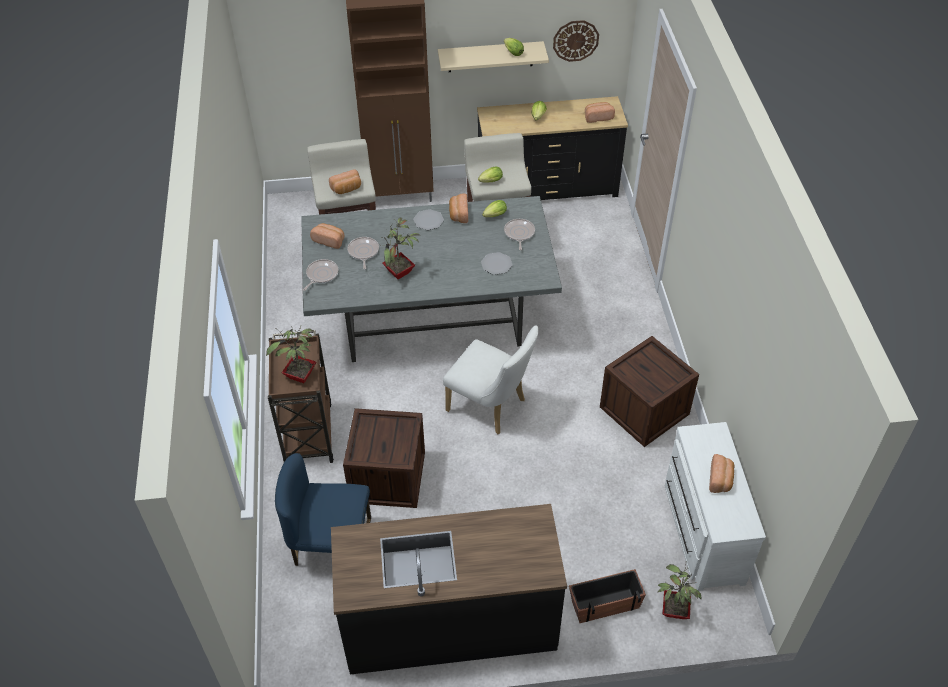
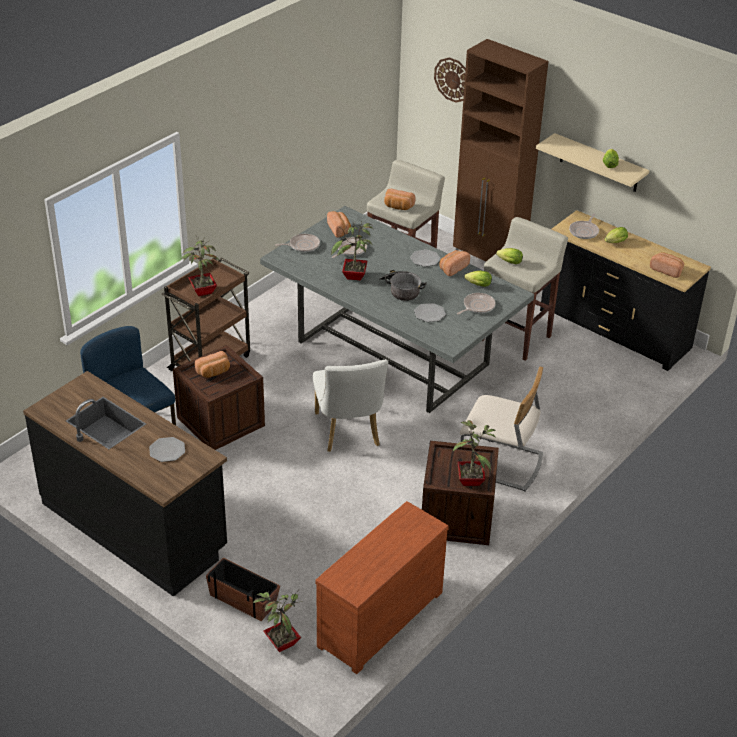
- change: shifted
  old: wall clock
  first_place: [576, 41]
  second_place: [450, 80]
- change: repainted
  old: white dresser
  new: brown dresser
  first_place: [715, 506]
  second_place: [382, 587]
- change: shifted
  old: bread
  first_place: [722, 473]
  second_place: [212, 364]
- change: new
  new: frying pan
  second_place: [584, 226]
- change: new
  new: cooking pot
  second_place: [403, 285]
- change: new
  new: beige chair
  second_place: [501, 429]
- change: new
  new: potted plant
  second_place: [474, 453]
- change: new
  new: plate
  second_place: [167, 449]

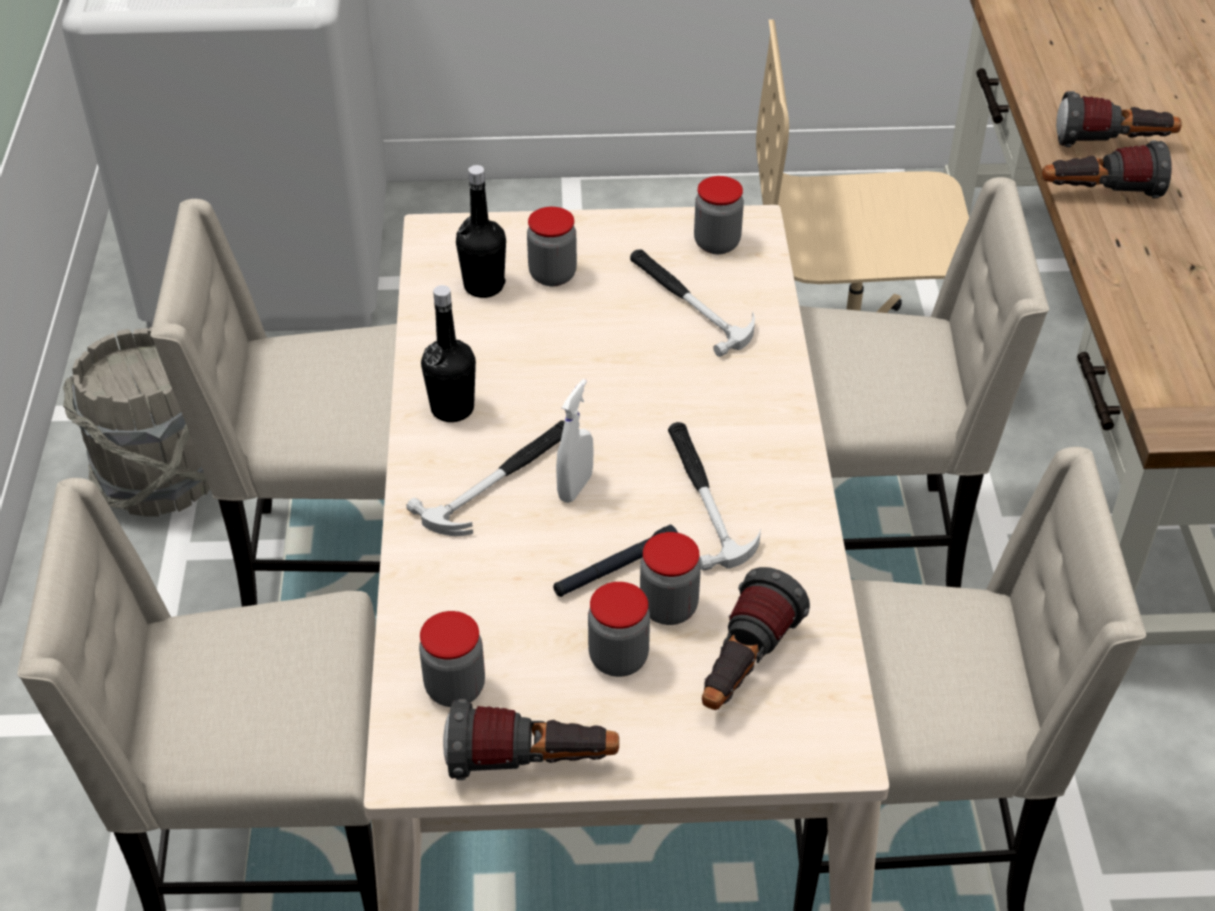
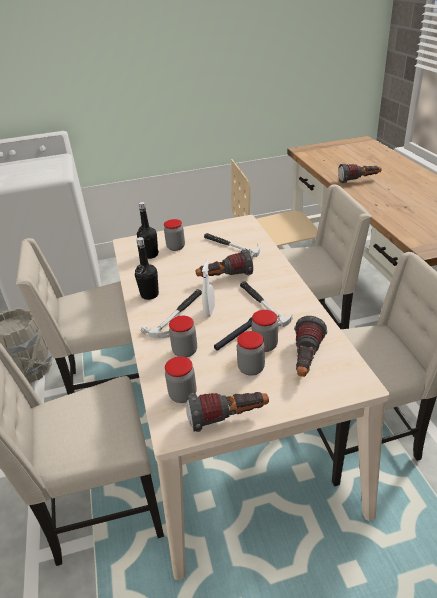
- change: shifted
  old: flashlight
  first_place: [1107, 169]
  second_place: [224, 263]
- change: shifted
  old: jar
  first_place: [719, 215]
  second_place: [183, 337]

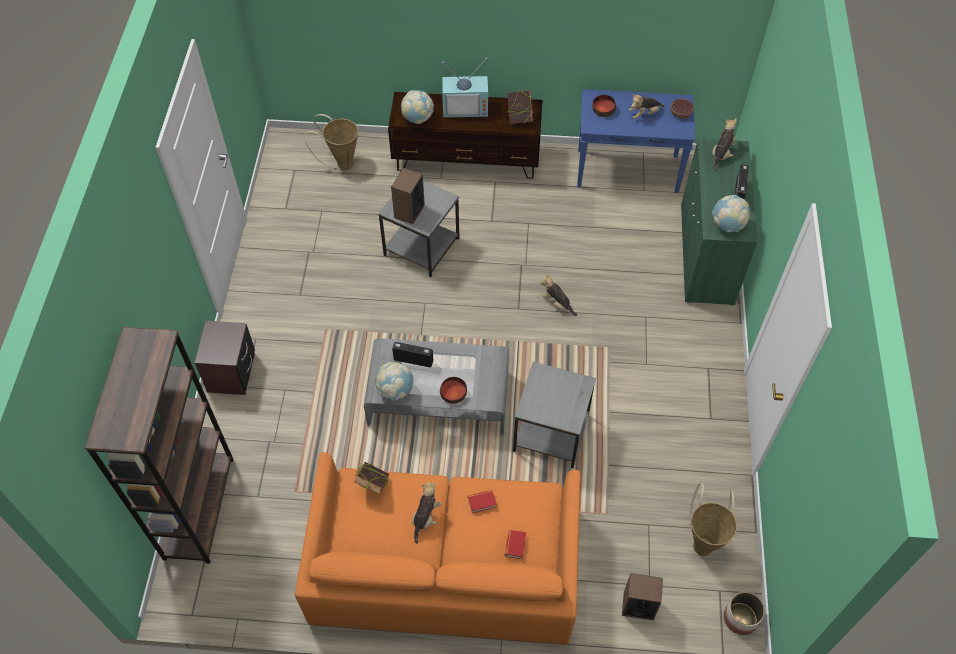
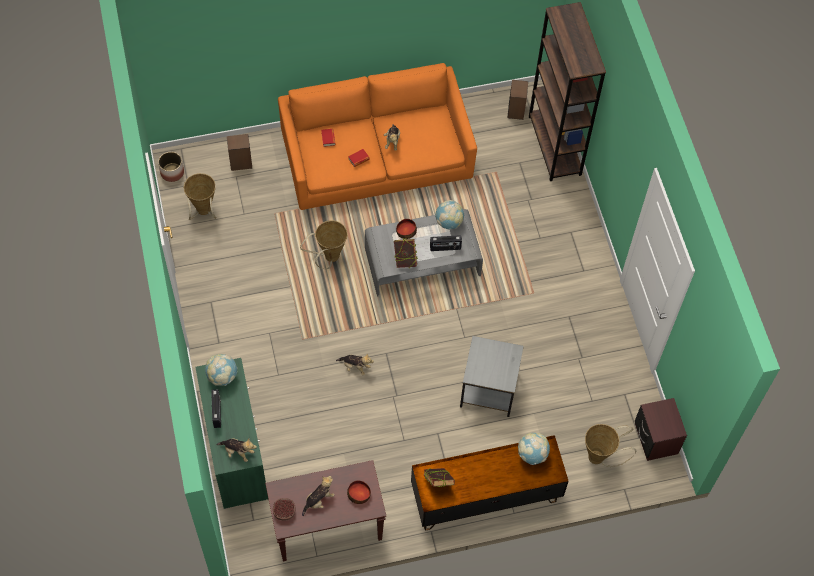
- change: gone
  old: television
  first_place: [465, 87]
- change: repainted
  old: blue console table
  new: brown console table
  first_place: [636, 141]
  second_place: [325, 510]
- change: rotated
  old: plush toy
  first_place: [724, 144]
  second_place: [237, 450]
  degrees: -75
- change: shifted
  old: speaker
  first_place: [408, 196]
  second_place: [517, 100]
- change: shifted
  old: brown nightstand
  first_place: [225, 358]
  second_place: [661, 429]
- change: swapped
  old: grey side table
  new: basket
  first_place: [554, 415]
  second_place: [324, 244]
- change: shifted
  old: book
  first_place: [371, 478]
  second_place: [405, 253]

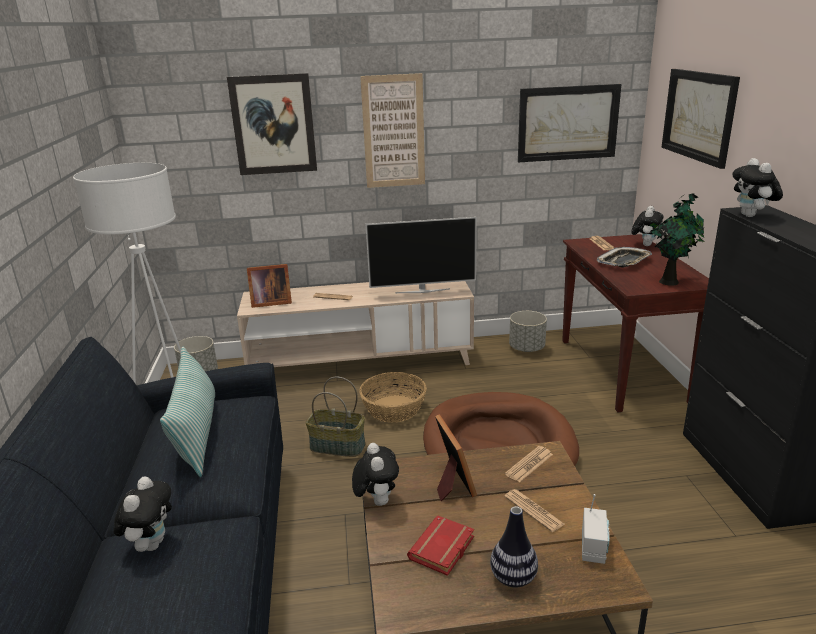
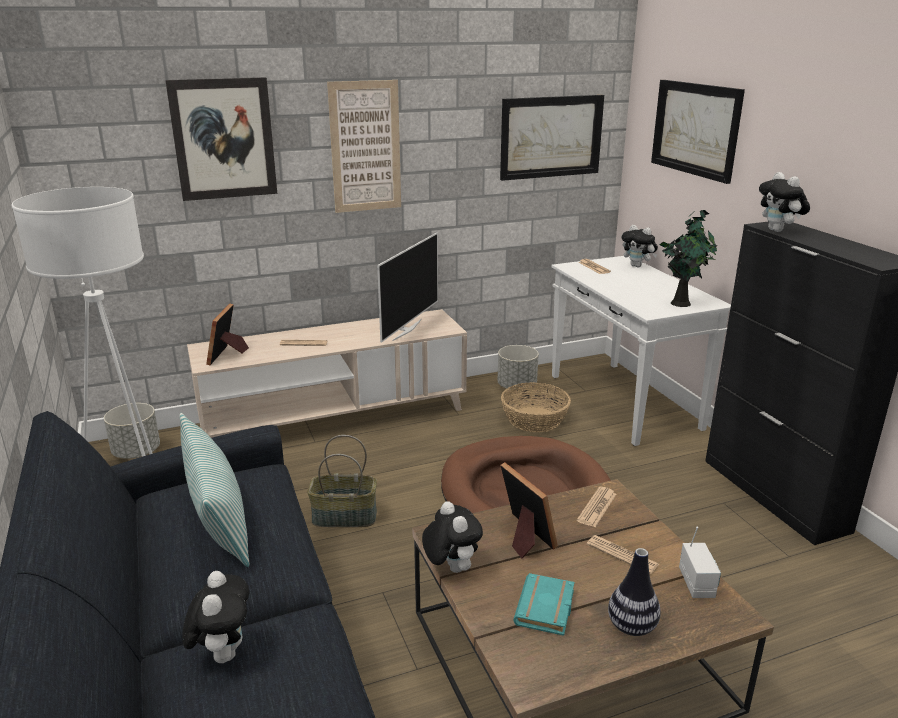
- change: rotated
  old: plush toy
  first_place: [647, 226]
  second_place: [640, 246]
  degrees: 120
- change: rotated
  old: television
  first_place: [421, 255]
  second_place: [407, 287]
  degrees: -45
- change: repainted
  old: brown console table
  new: white console table
  first_place: [635, 323]
  second_place: [641, 351]
- change: gone
  old: tray
  first_place: [624, 257]
- change: rotated
  old: picture frame
  first_place: [269, 286]
  second_place: [227, 334]
  degrees: 120
- change: shifted
  old: basket
  first_place: [393, 397]
  second_place: [536, 407]
- change: repainted
  old: red book
  new: turquoise book
  first_place: [440, 545]
  second_place: [543, 604]

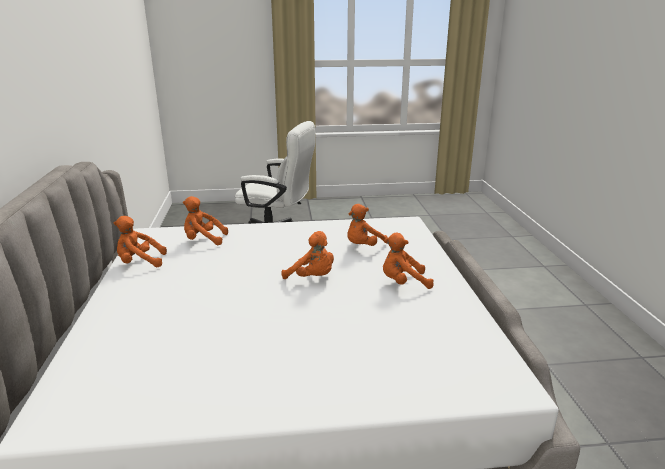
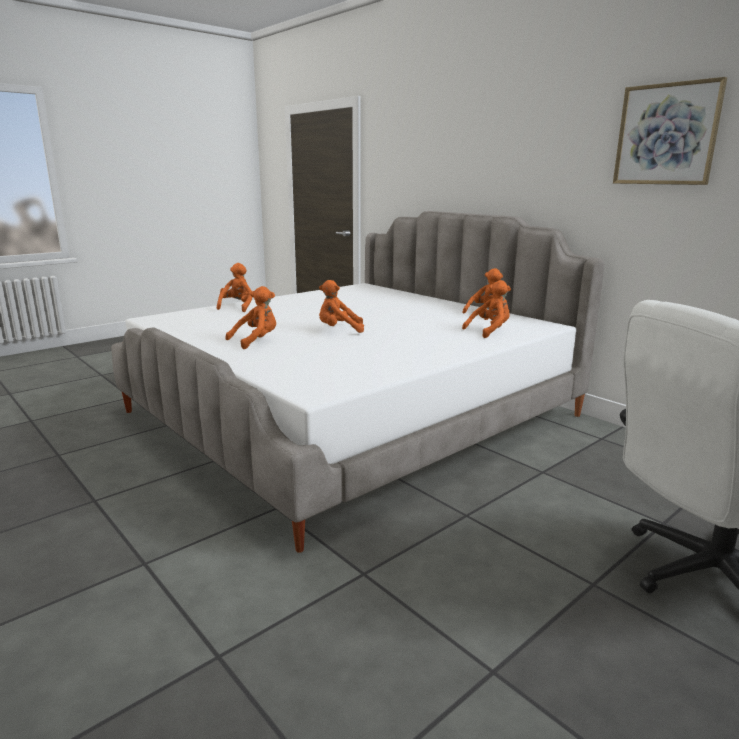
- change: shifted
  old: orange plush toy
  first_place: [367, 225]
  second_place: [234, 287]
- change: new
  new: picture
  second_place: [670, 131]

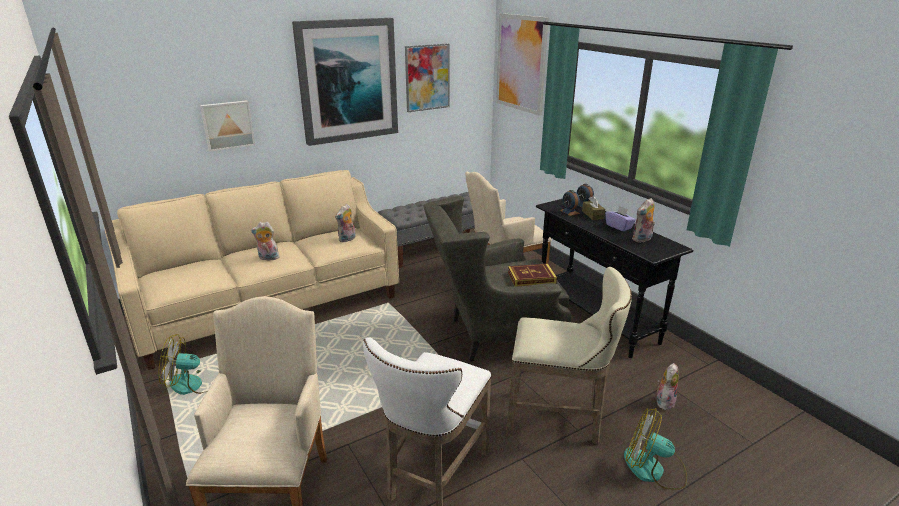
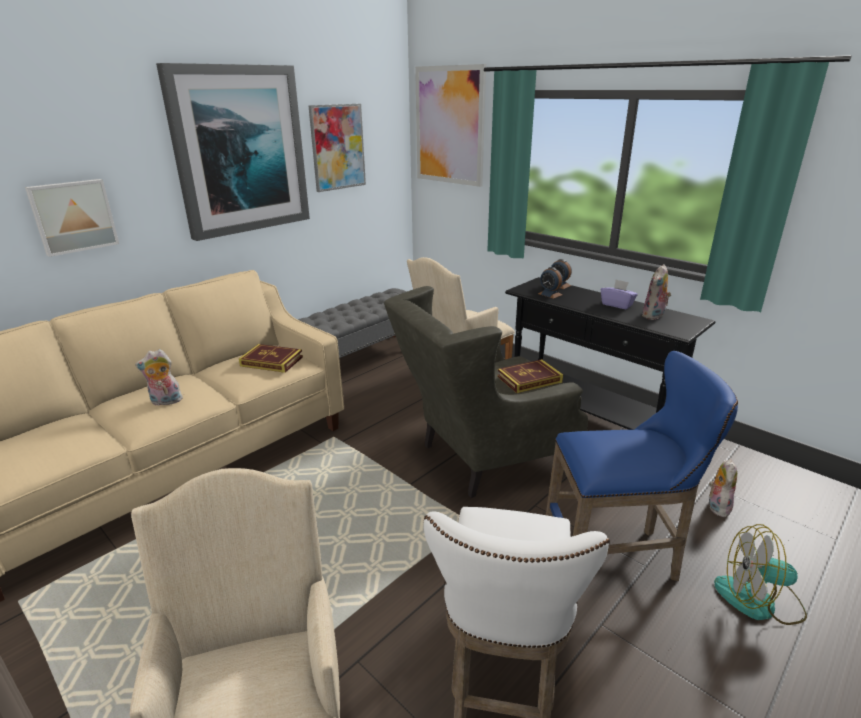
- change: gone
  old: brown tissue box
  first_place: [593, 208]
- change: swapped
  old: plush toy
  new: book
  first_place: [345, 223]
  second_place: [271, 358]
- change: repainted
  old: beige stool
  new: blue stool
  first_place: [569, 355]
  second_place: [642, 466]
- change: gone
  old: fan
  first_place: [188, 364]

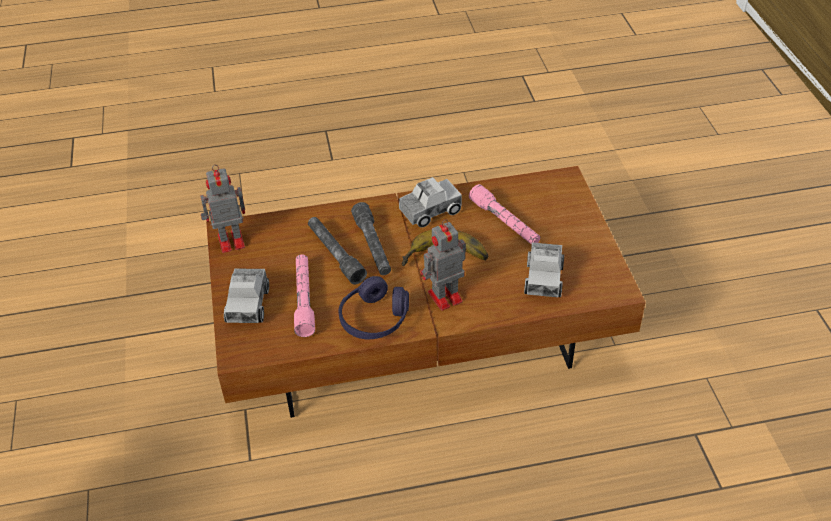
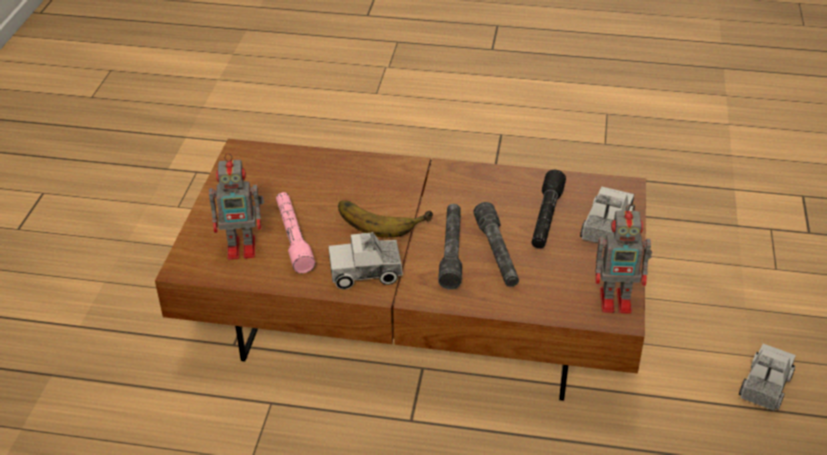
- change: shifted
  old: toy robot
  first_place: [443, 265]
  second_place: [236, 206]
- change: shifted
  old: toy truck
  first_place: [544, 269]
  second_place: [767, 377]
- change: repainted
  old: pink flashlight
  new: black flashlight
  first_place: [304, 296]
  second_place: [549, 209]
- change: gone
  old: purple headphones
  first_place: [374, 307]

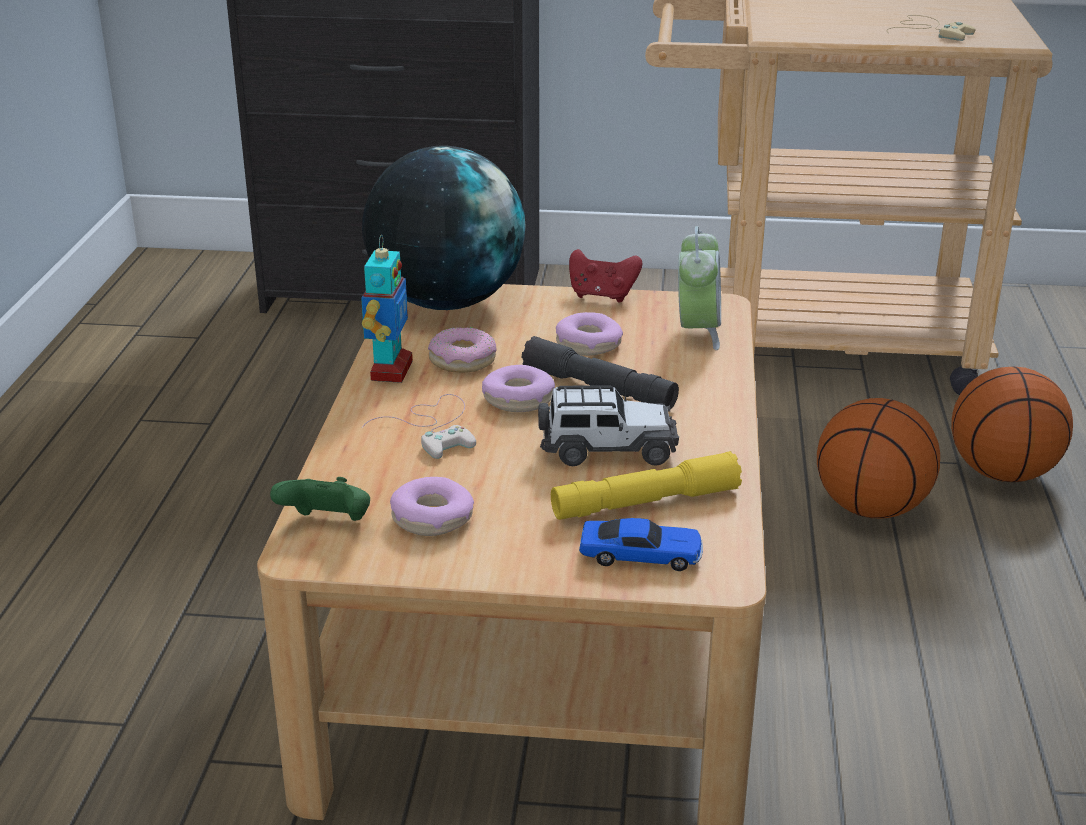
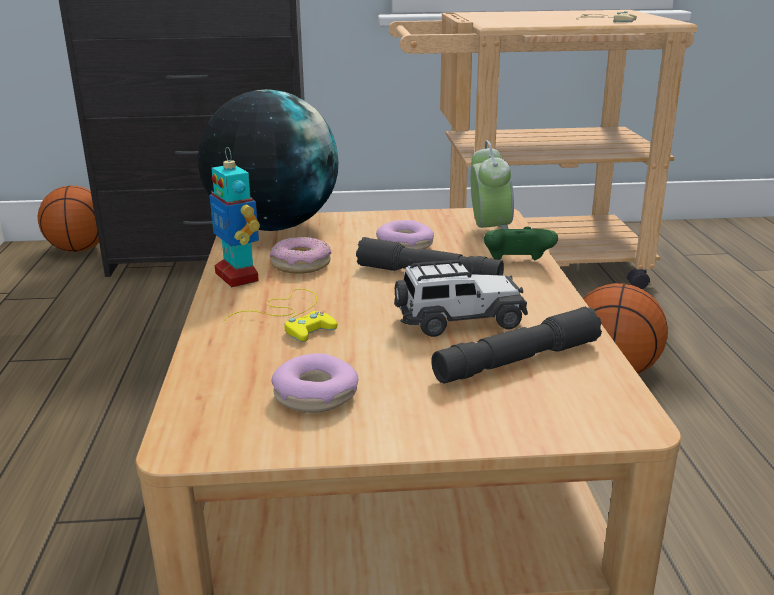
- change: rotated
  old: toy robot
  first_place: [387, 309]
  second_place: [235, 217]
  degrees: 150
- change: gone
  old: red game controller
  first_place: [605, 276]
- change: gone
  old: donut
  first_place: [518, 388]
- change: shifted
  old: basketball
  first_place: [1012, 424]
  second_place: [68, 219]
- change: repainted
  old: white game controller
  new: yellow game controller
  first_place: [419, 426]
  second_place: [281, 315]
- change: repainted
  old: yellow flashlight
  new: grey flashlight
  first_place: [646, 485]
  second_place: [516, 344]
- change: shifted
  old: green game controller
  first_place: [320, 499]
  second_place: [521, 243]
- change: gone
  old: toy car
  first_place: [641, 544]

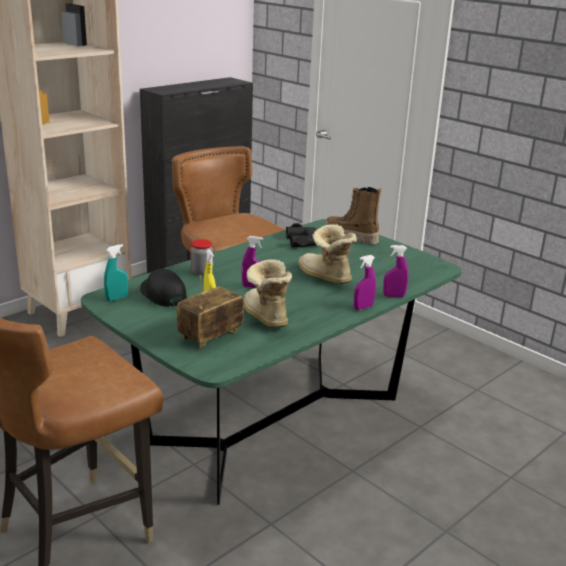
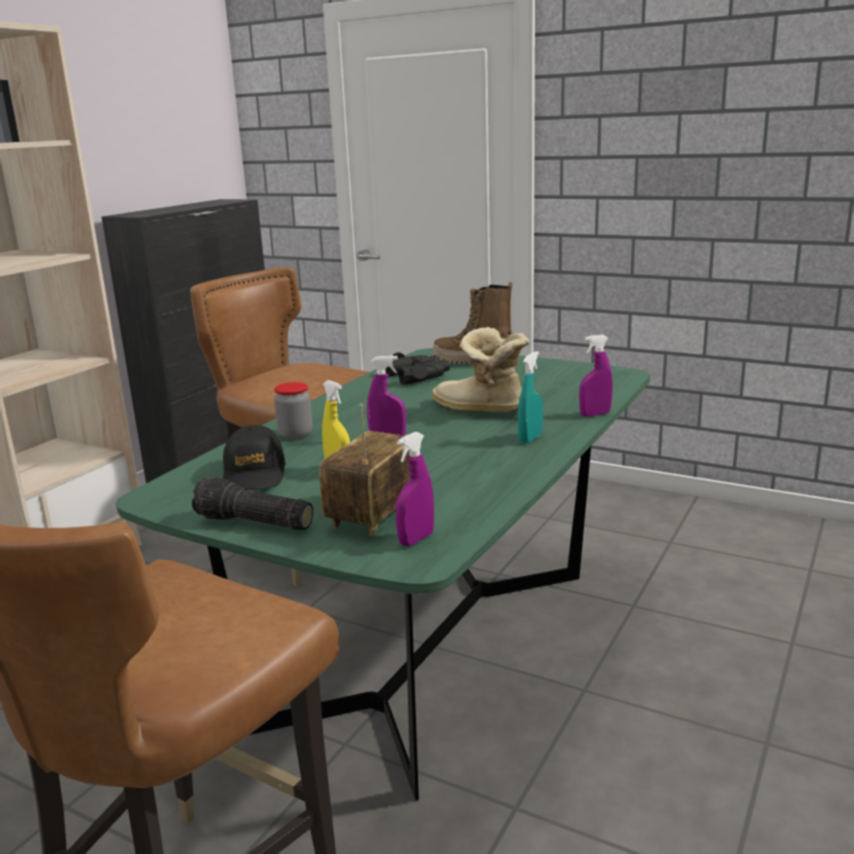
- change: shifted
  old: turquoise spray bottle
  first_place: [116, 272]
  second_place: [530, 397]
- change: shifted
  old: purple spray bottle
  first_place: [365, 282]
  second_place: [415, 489]
- change: gone
  old: boot
  first_place: [267, 293]
- change: rotated
  old: black cap
  first_place: [163, 288]
  second_place: [254, 457]
  degrees: -135
- change: new
  new: flashlight
  second_place: [252, 503]

